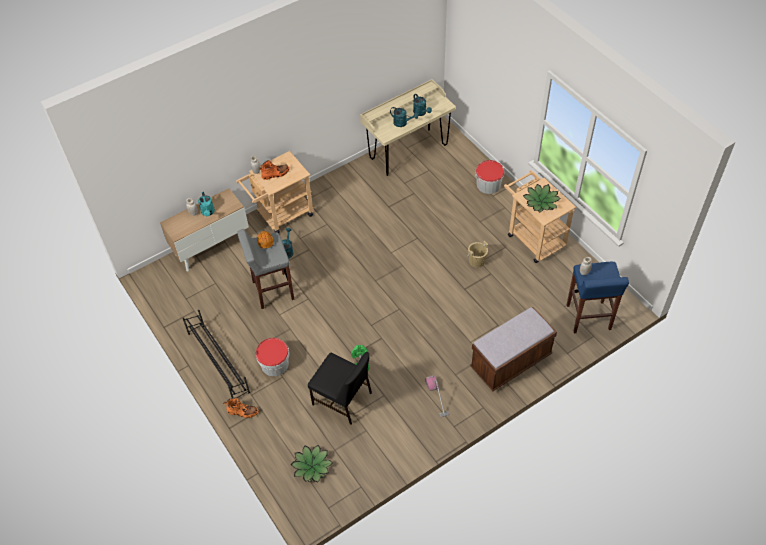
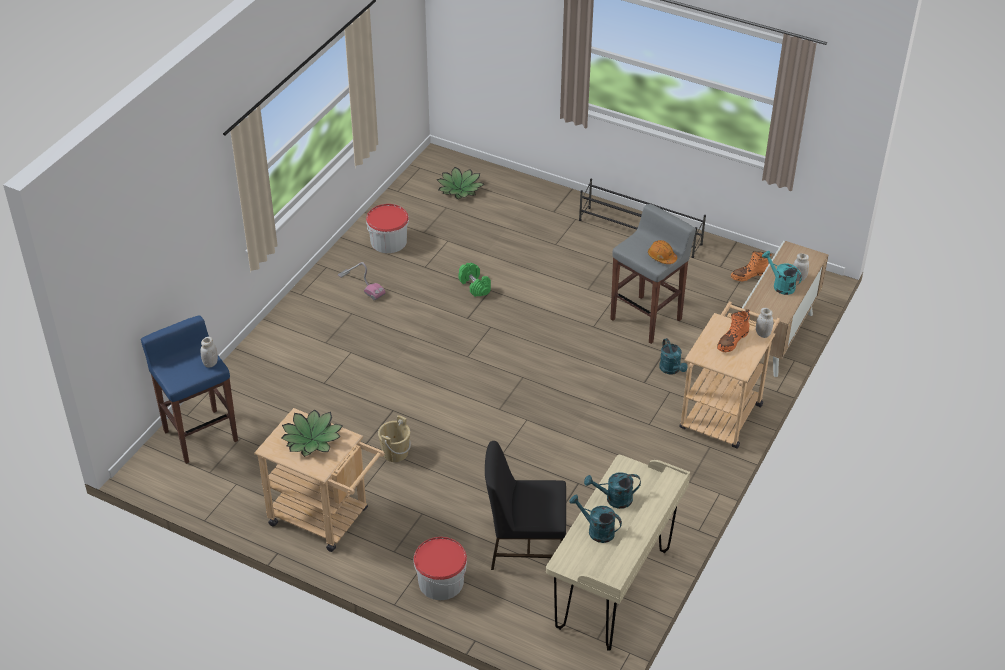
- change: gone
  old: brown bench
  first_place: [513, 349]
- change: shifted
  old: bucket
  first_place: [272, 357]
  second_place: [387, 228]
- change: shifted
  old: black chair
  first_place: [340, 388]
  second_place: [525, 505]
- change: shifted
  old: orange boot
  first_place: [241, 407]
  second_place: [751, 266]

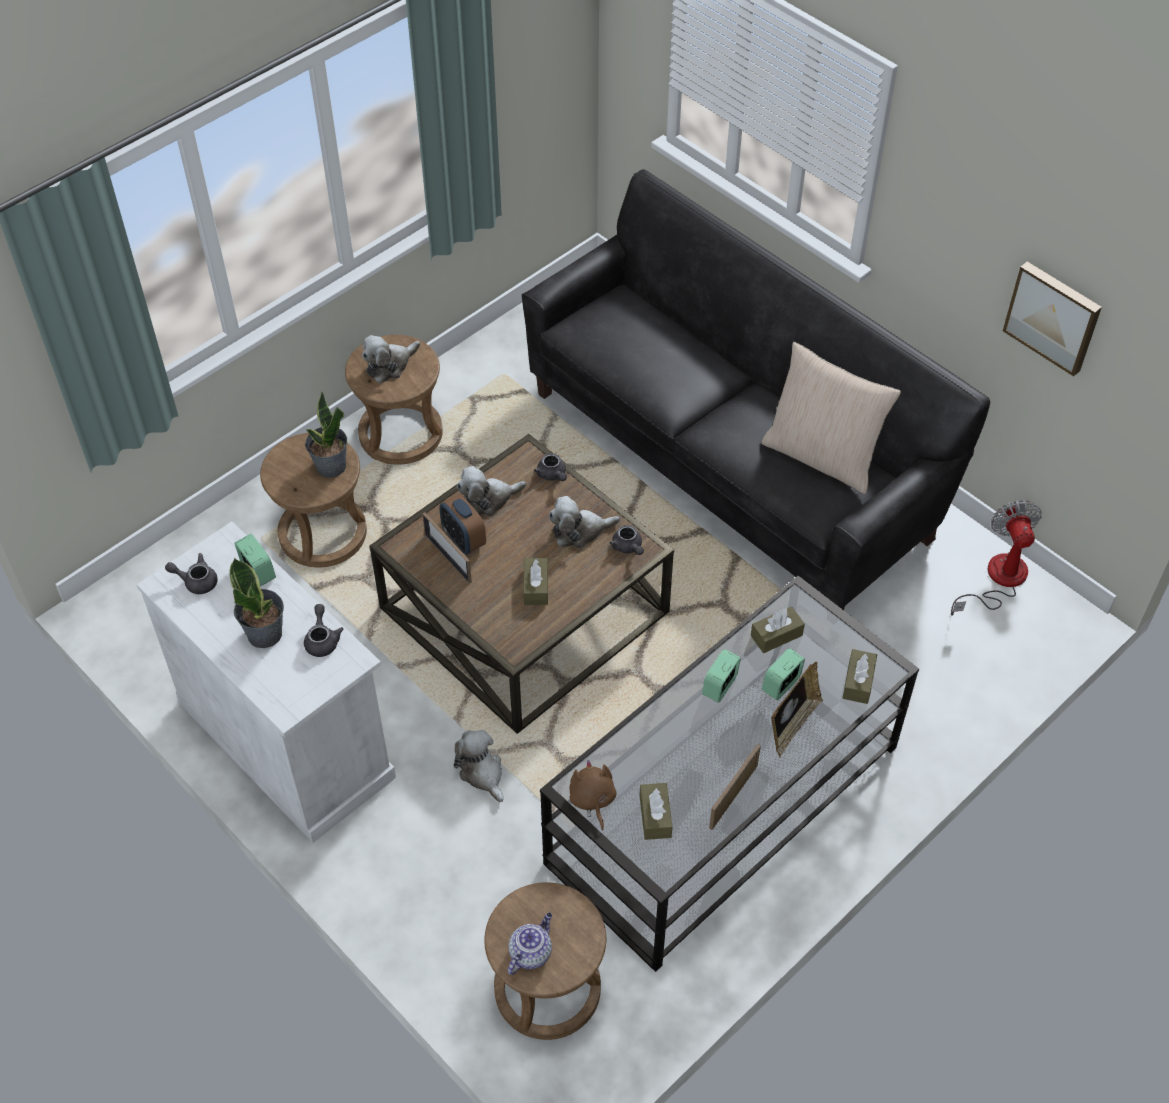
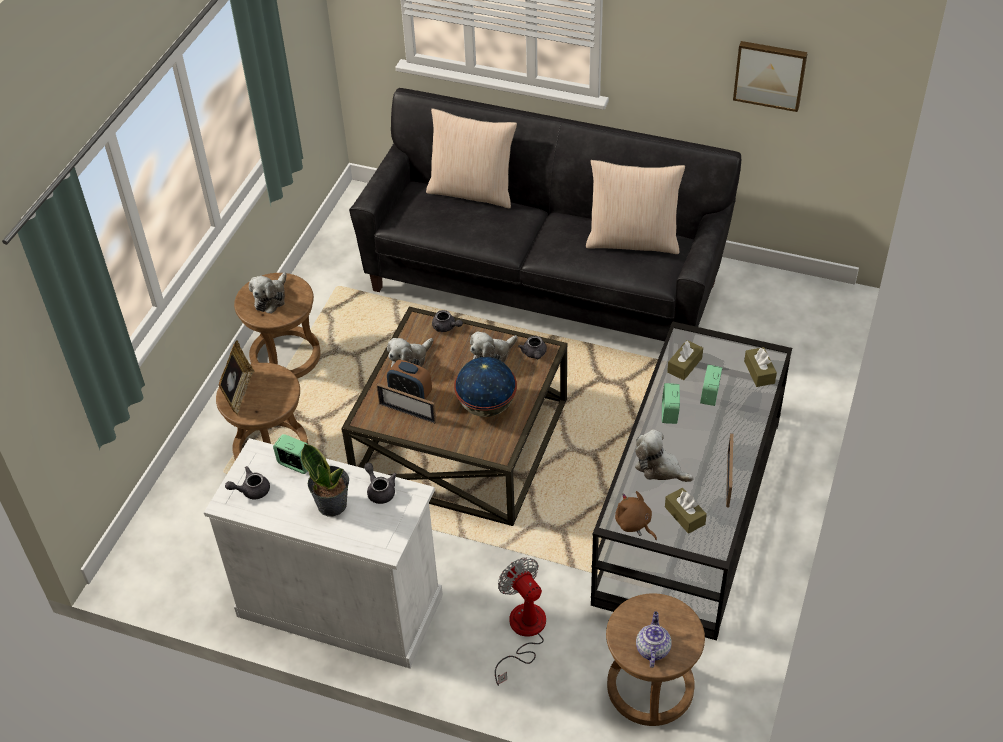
- change: gone
  old: potted plant
  first_place: [326, 434]
- change: shifted
  old: fan
  first_place: [996, 558]
  second_place: [520, 621]
- change: rotated
  old: grey teapot
  first_place: [627, 540]
  second_place: [532, 347]
  degrees: 45
- change: swapped
  old: brown tissue box
  new: globe
  first_place: [535, 581]
  second_place: [485, 387]
- change: shifted
  old: picture frame
  first_place: [797, 709]
  second_place: [237, 377]
- change: shifted
  old: plush toy
  first_place: [479, 766]
  second_place: [664, 455]
- change: new
  new: beige pillow
  second_place: [471, 158]

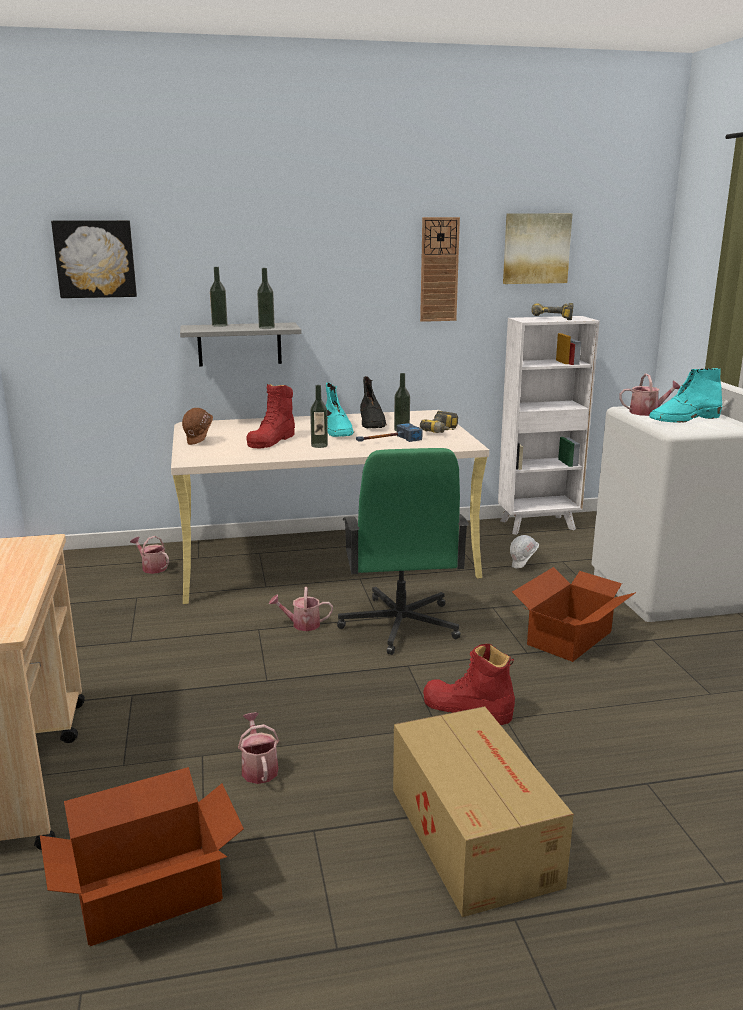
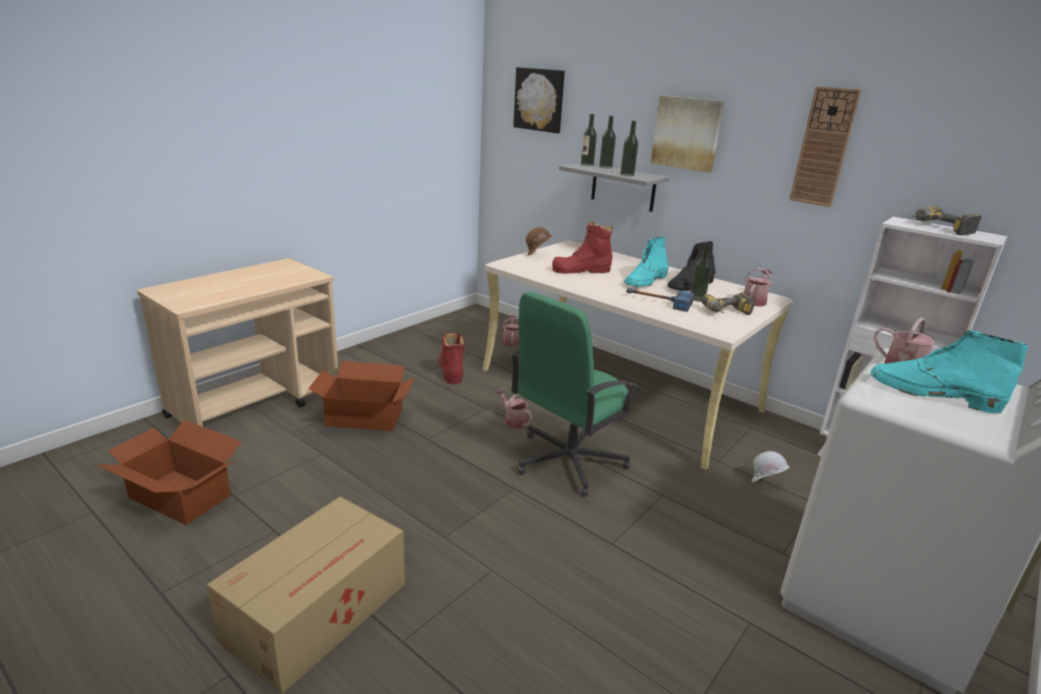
- change: shifted
  old: picture
  first_place: [538, 248]
  second_place: [687, 134]
- change: shifted
  old: bottle
  first_place: [319, 416]
  second_place: [589, 140]
- change: shifted
  old: cardboard box
  first_place: [574, 614]
  second_place: [361, 396]
- change: shifted
  old: red boot
  first_place: [469, 684]
  second_place: [452, 358]
- change: shifted
  old: watering can
  first_place: [258, 748]
  second_place: [758, 287]

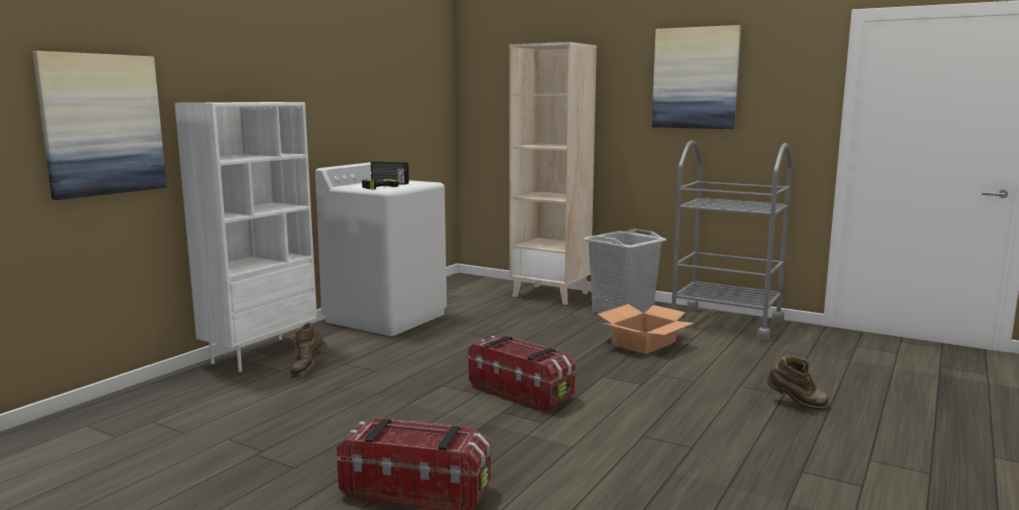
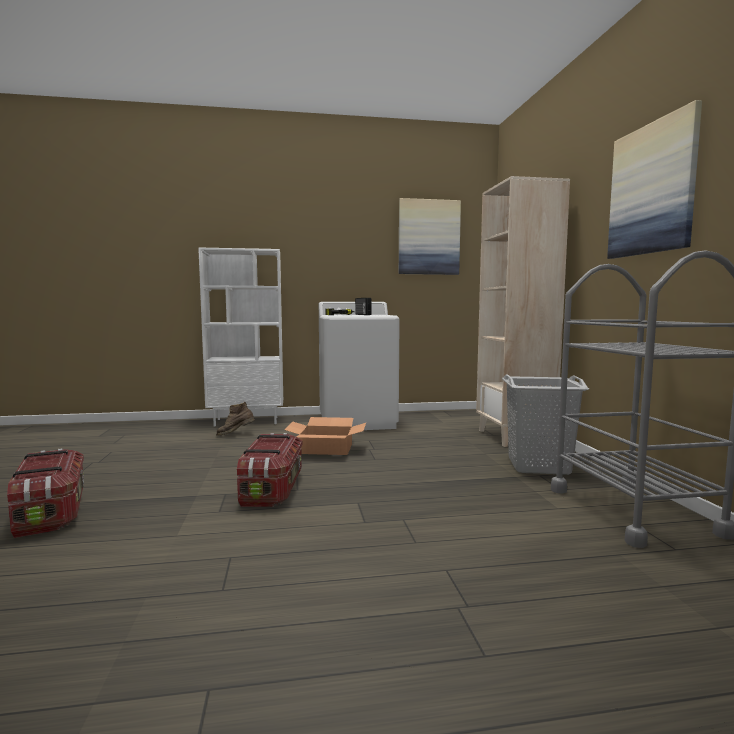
- change: shifted
  old: picture
  first_place: [100, 125]
  second_place: [430, 236]
- change: shifted
  old: cardboard box
  first_place: [646, 329]
  second_place: [325, 436]
- change: gone
  old: brown boot
  first_place: [797, 383]

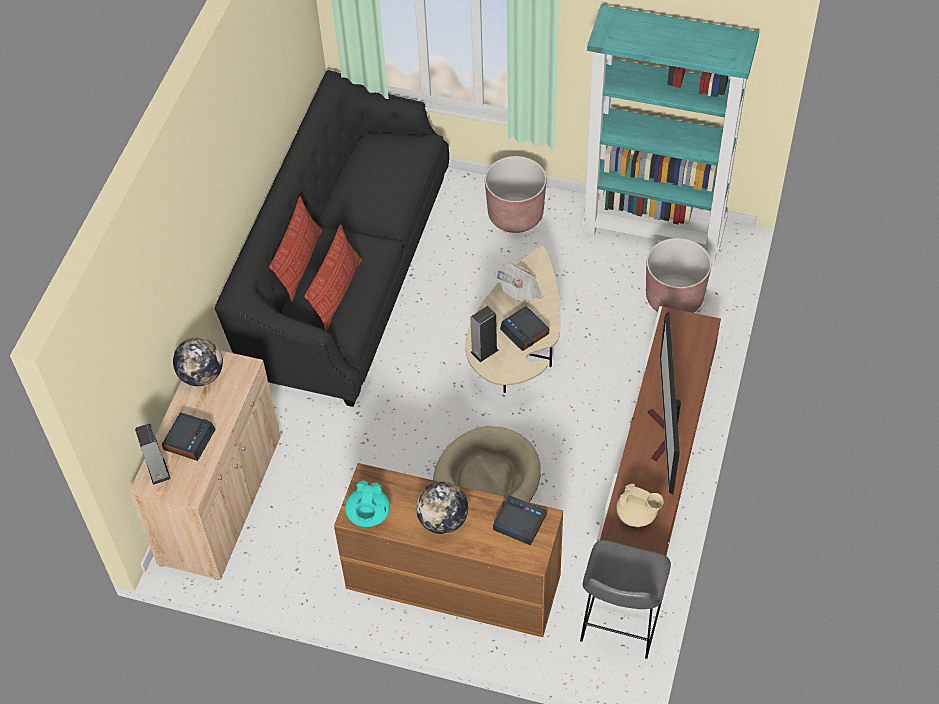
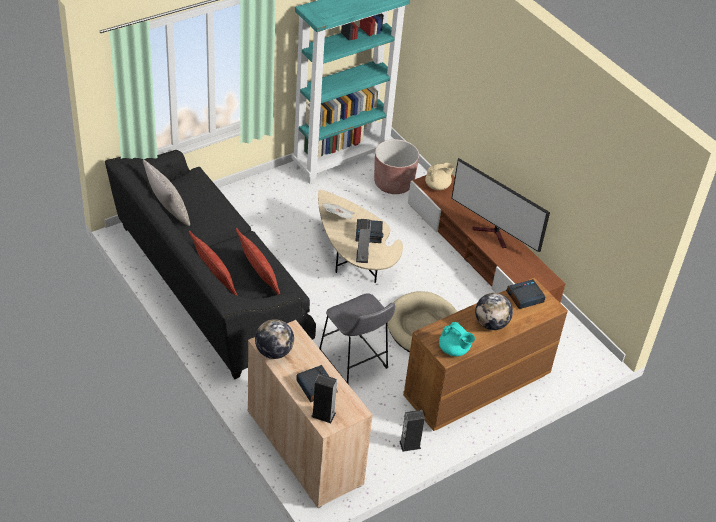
- change: gone
  old: brown planter
  first_place: [515, 194]
- change: shifted
  old: beige teapot
  first_place: [640, 505]
  second_place: [439, 176]
- change: shifted
  old: grey stool
  first_place: [625, 599]
  second_place: [357, 339]
- change: new
  new: grey pillow
  second_place: [166, 192]
- change: new
  new: speaker
  second_place: [412, 431]

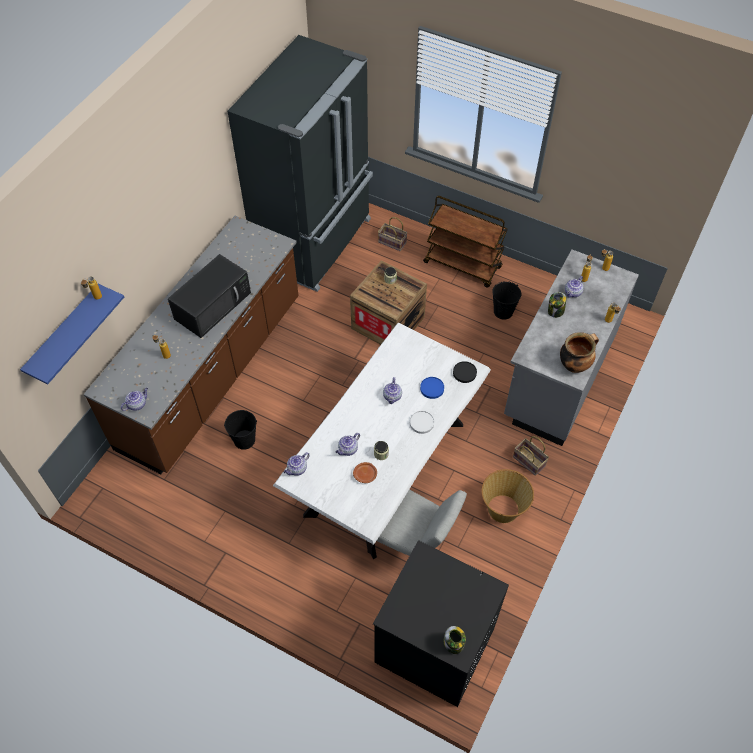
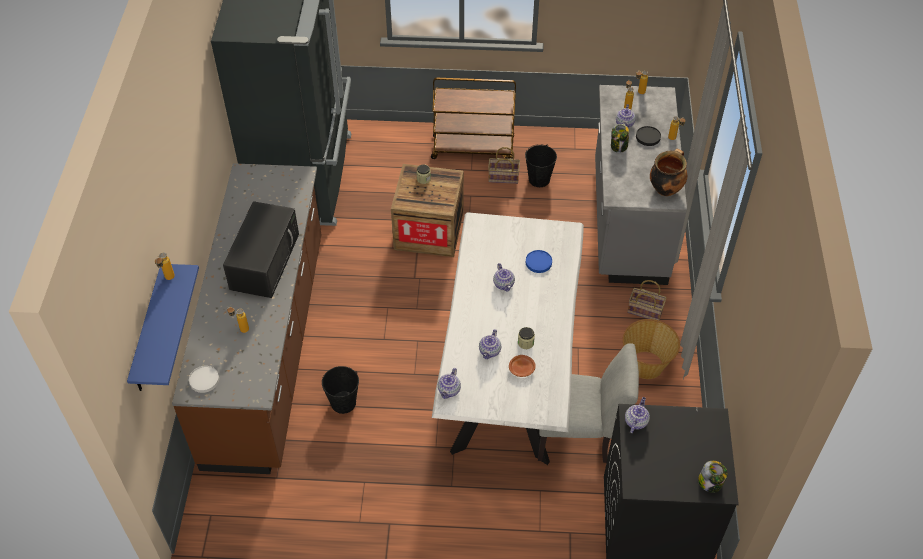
- change: shifted
  old: basket
  first_place: [393, 234]
  second_place: [504, 165]
- change: shifted
  old: black plate
  first_place: [465, 372]
  second_place: [648, 136]
- change: shifted
  old: teapot
  first_place: [134, 399]
  second_place: [637, 415]
- change: shifted
  old: white plate
  first_place: [422, 422]
  second_place: [204, 379]

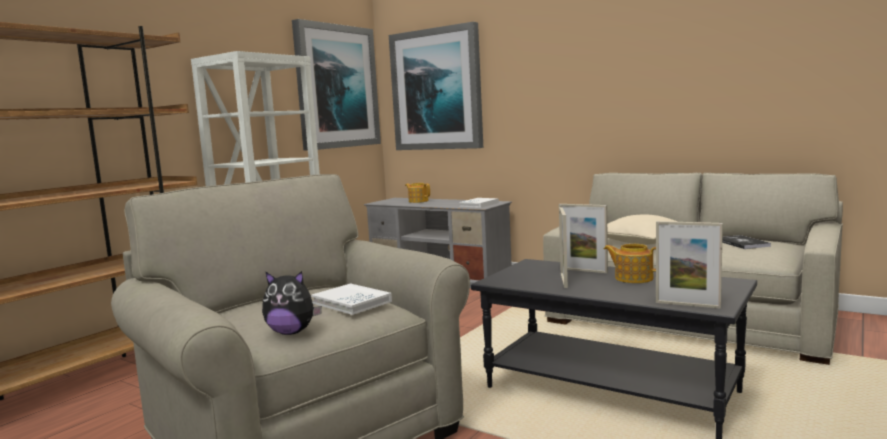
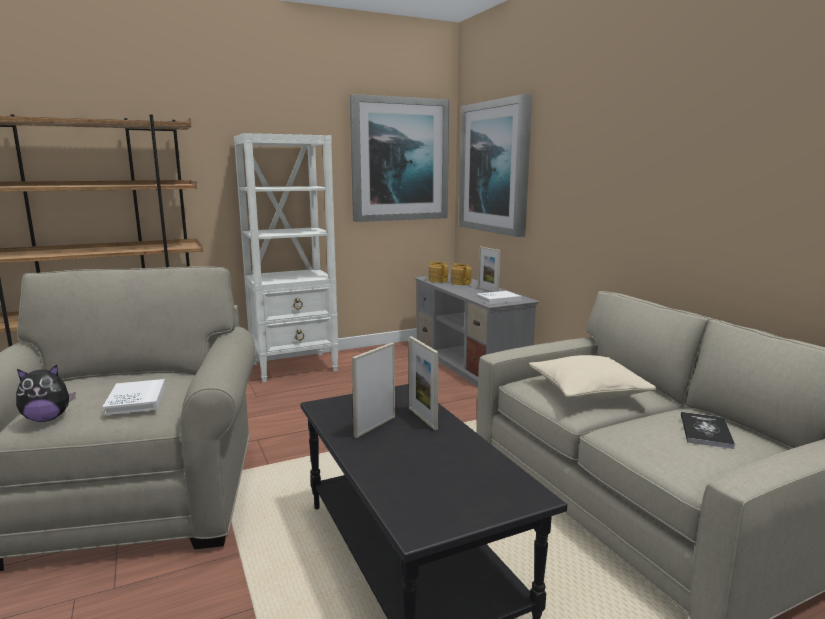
- change: shifted
  old: picture frame
  first_place: [689, 265]
  second_place: [489, 269]
- change: shifted
  old: teapot
  first_place: [630, 263]
  second_place: [438, 272]
- change: rotated
  old: plush toy
  first_place: [292, 303]
  second_place: [46, 393]
  degrees: -60

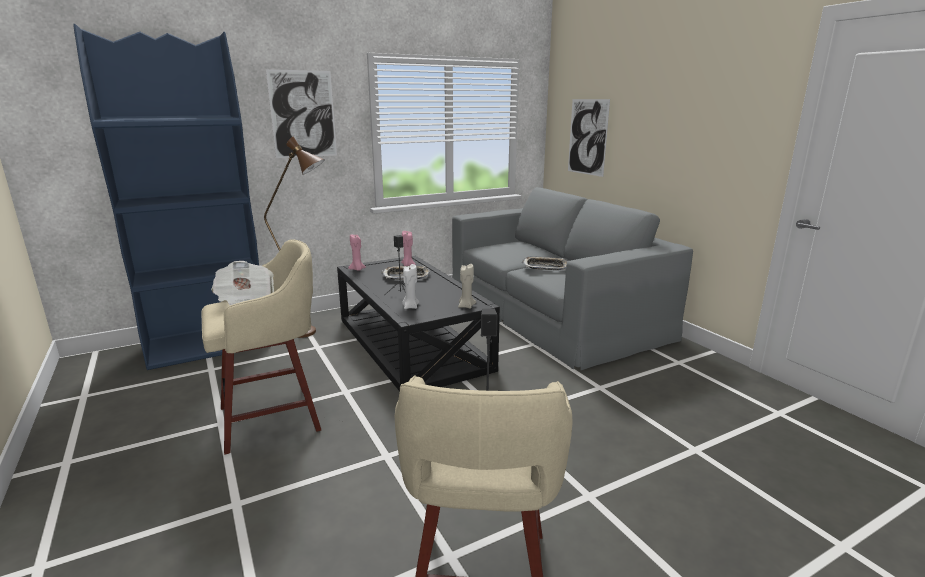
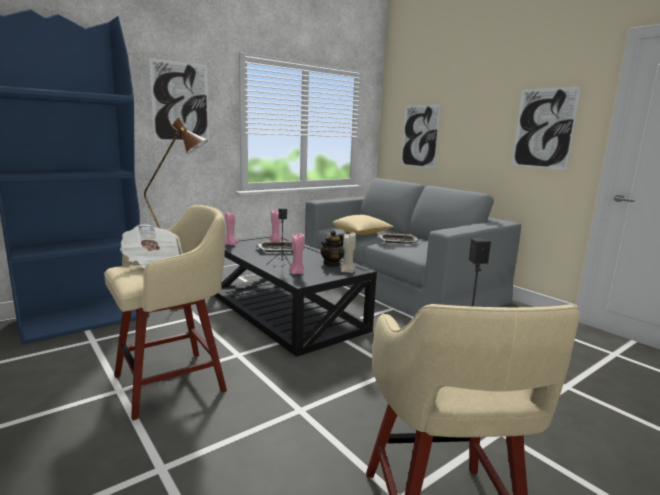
- change: repainted
  old: white candle
  new: pink candle
  first_place: [410, 286]
  second_place: [296, 253]
- change: new
  new: picture
  second_place: [546, 128]
- change: new
  new: pillow
  second_place: [363, 225]
- change: new
  new: teapot
  second_place: [332, 248]

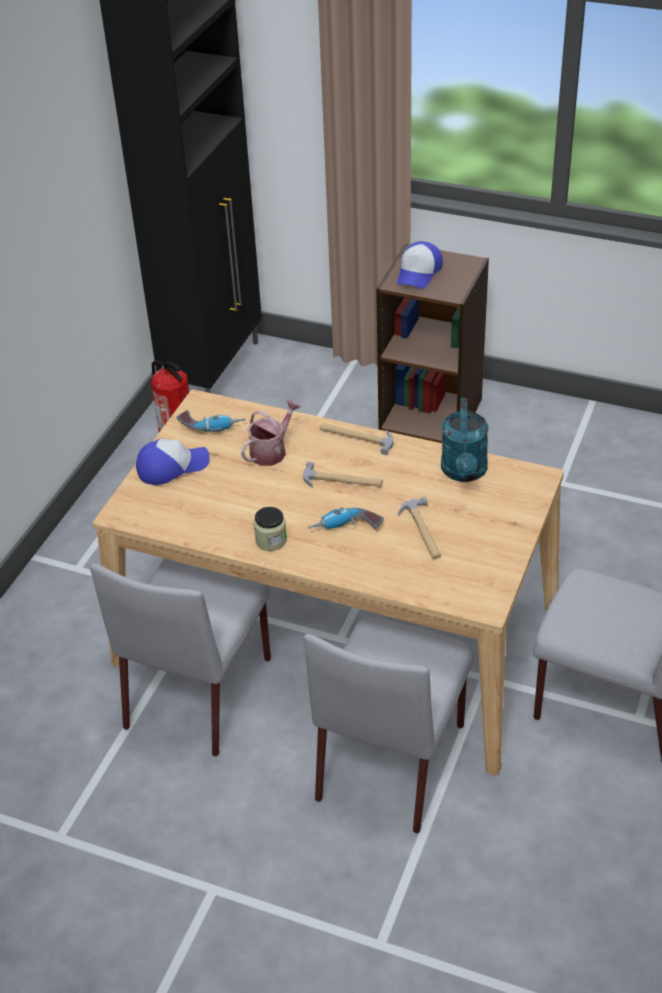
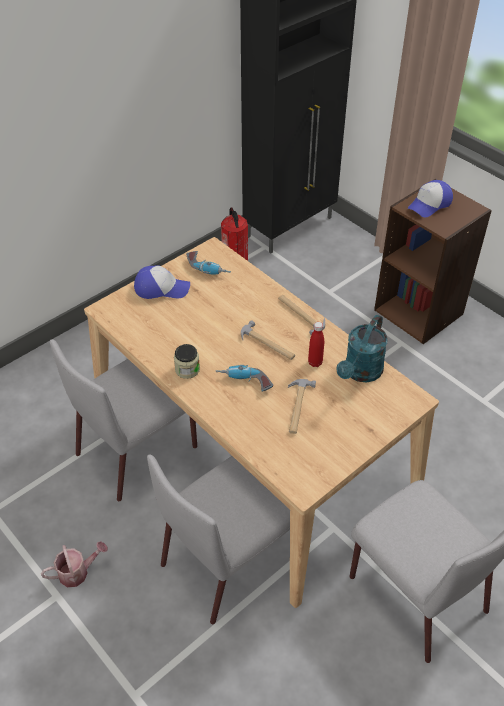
- change: shifted
  old: watering can
  first_place: [271, 433]
  second_place: [74, 564]
- change: new
  new: red bottle
  second_place: [316, 344]

